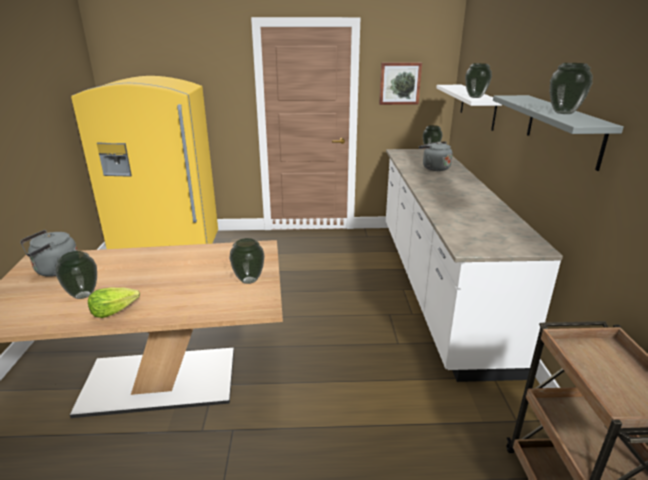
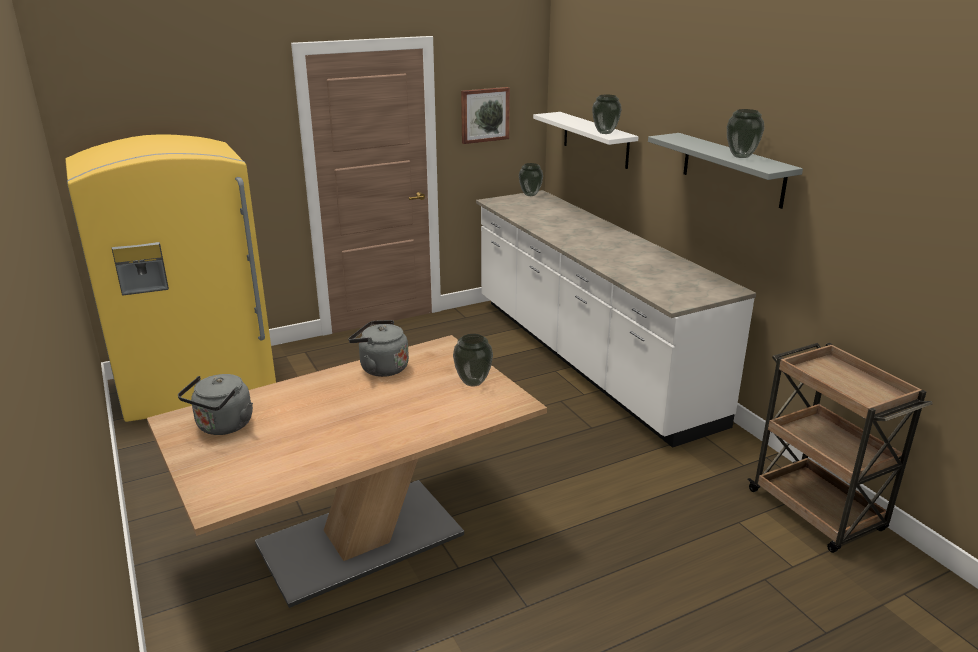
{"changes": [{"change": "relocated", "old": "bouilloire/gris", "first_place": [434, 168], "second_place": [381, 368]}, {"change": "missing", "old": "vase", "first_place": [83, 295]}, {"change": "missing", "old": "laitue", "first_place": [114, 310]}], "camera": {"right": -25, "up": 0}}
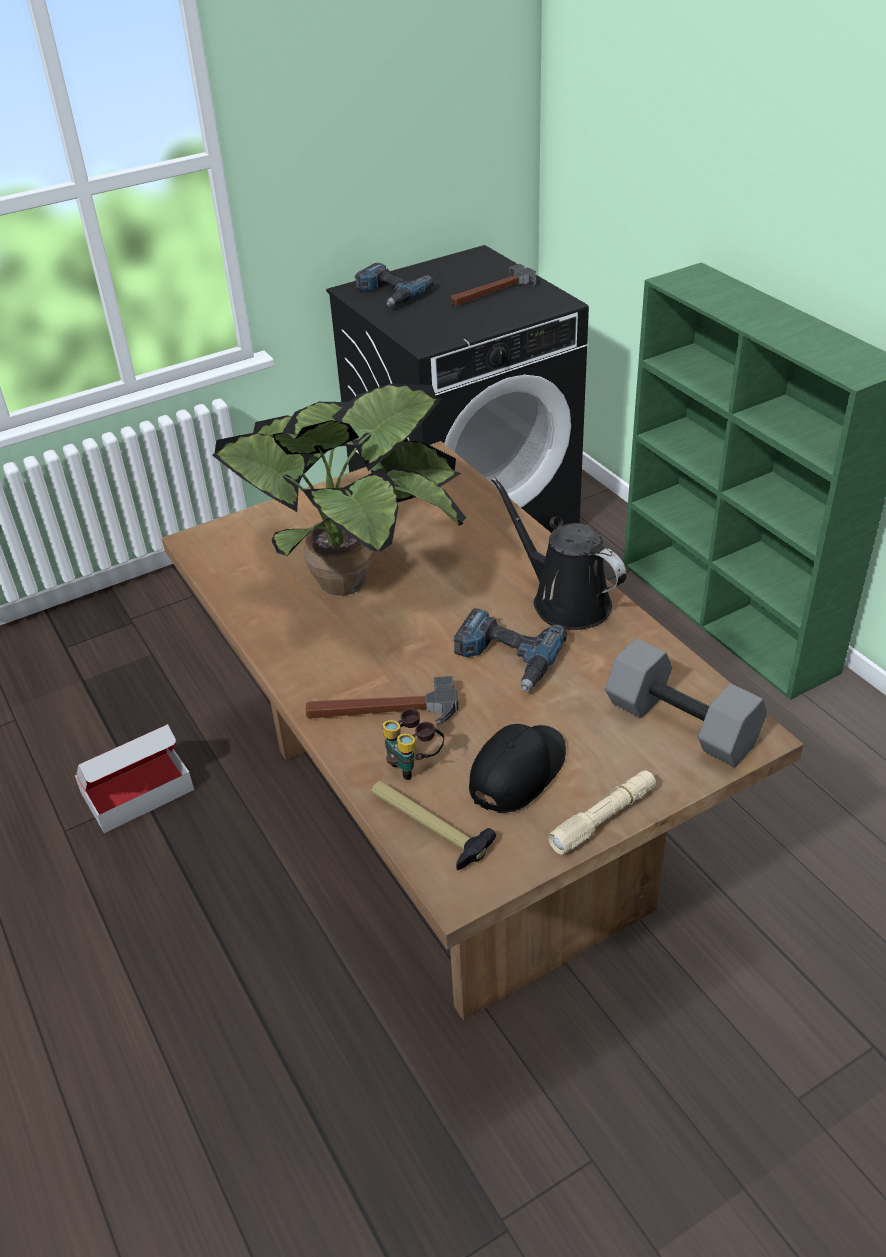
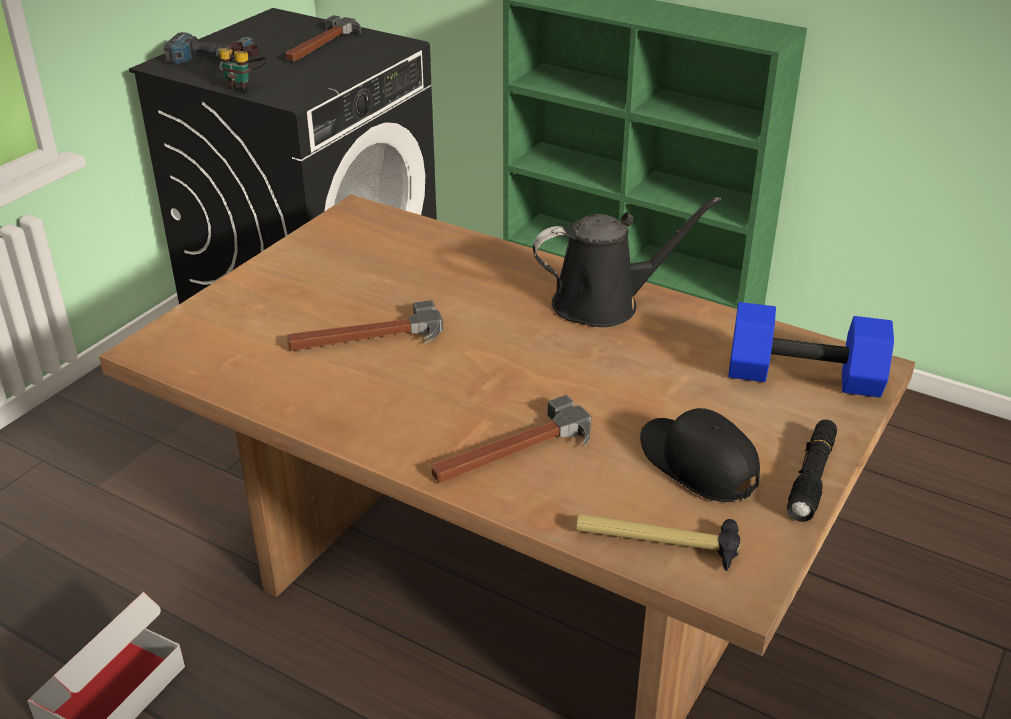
{"changes": [{"change": "relocated", "old": "jumelles", "first_place": [414, 763], "second_place": [245, 86]}, {"change": "exchanged", "old": "plante en pot", "new": "marteau", "first_place": [351, 577], "second_place": [366, 338]}, {"change": "spun", "old": "arrosoir/noir", "first_place": [565, 601], "second_place": [604, 303], "degrees": 150}, {"change": "spun", "old": "casquette/noir", "first_place": [518, 772], "second_place": [697, 463], "degrees": -45}, {"change": "colour", "old": "haltère/gris", "new": "haltère/bleu", "first_place": [684, 723], "second_place": [805, 375]}, {"change": "colour", "old": "lampe de poche/beige", "new": "lampe de poche/noir", "first_place": [603, 818], "second_place": [812, 477]}, {"change": "missing", "old": "perceuse", "first_place": [506, 658]}], "camera": {"right": -30, "up": -5}}
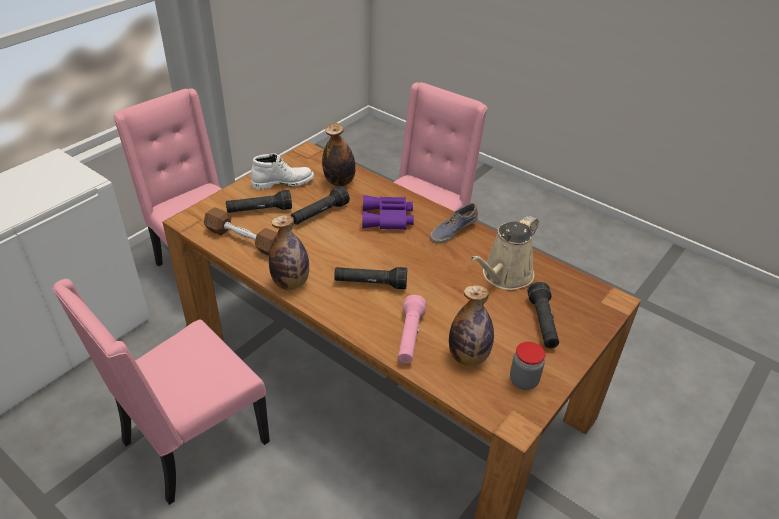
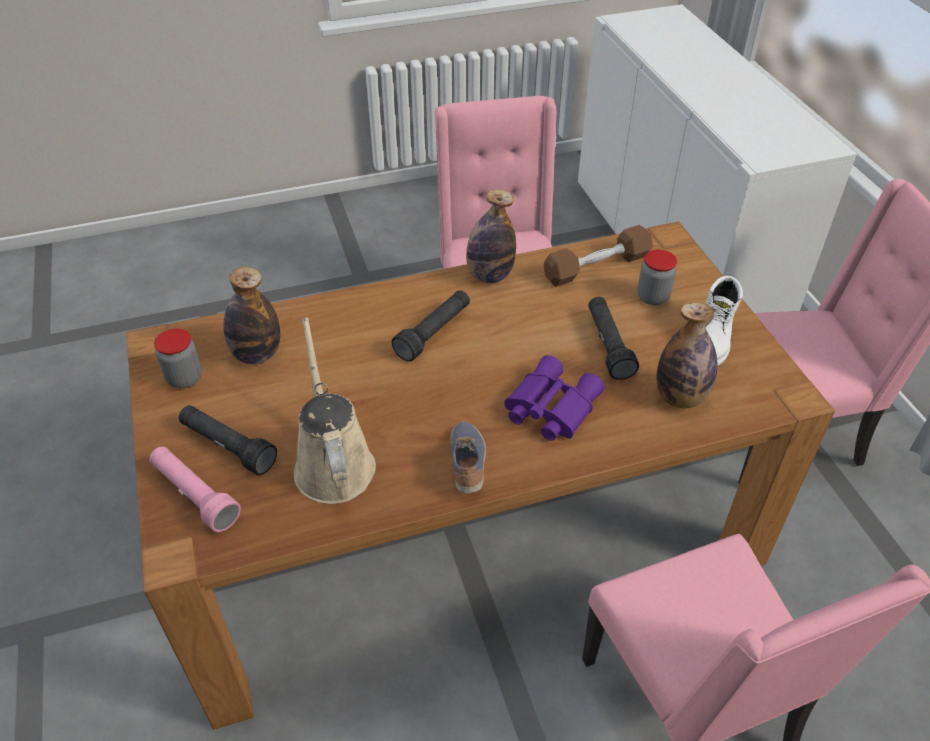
{"changes": [{"change": "relocated", "old": "lampe de poche/rose", "first_place": [409, 337], "second_place": [195, 495]}, {"change": "exchanged", "old": "lampe de poche/noir", "new": "bocal", "first_place": [259, 210], "second_place": [653, 297]}], "camera": {"right": 125, "up": 5}}
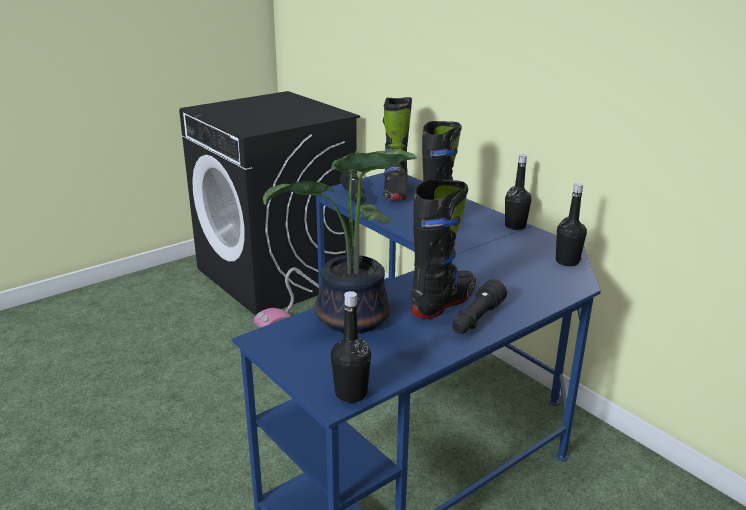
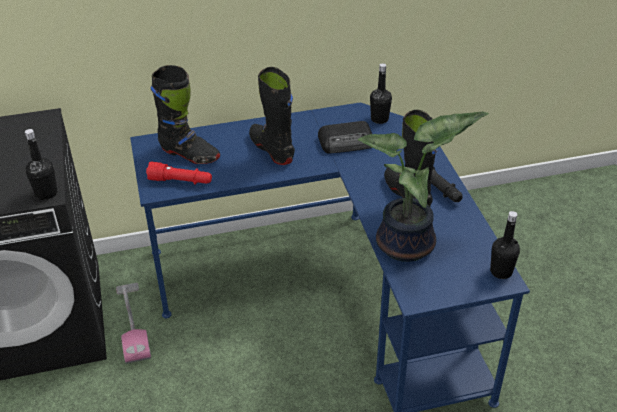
{"changes": [{"change": "relocated", "old": "bouteille/noir", "first_place": [515, 226], "second_place": [46, 193]}, {"change": "colour", "old": "lampe de poche/noir", "new": "lampe de poche/rouge", "first_place": [354, 197], "second_place": [180, 181]}, {"change": "appeared", "new": "radio", "second_place": [347, 142]}], "camera": {"right": -65, "up": 15}}
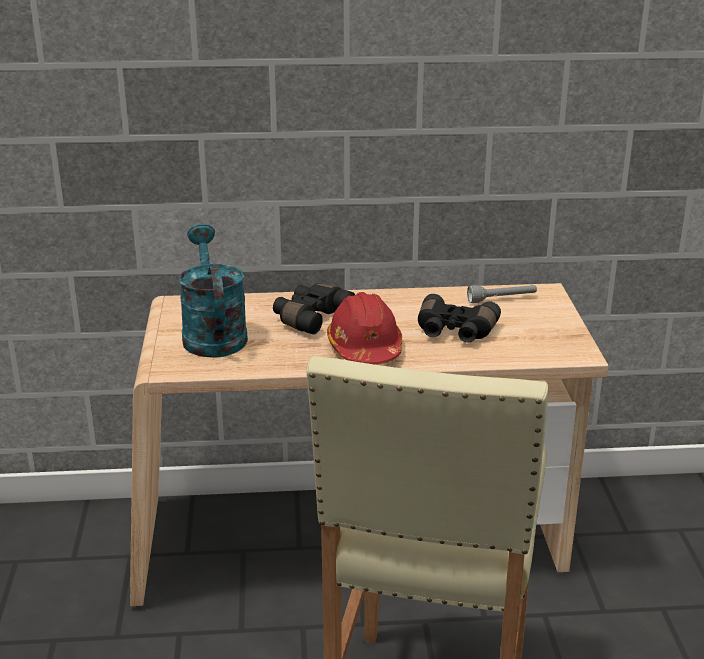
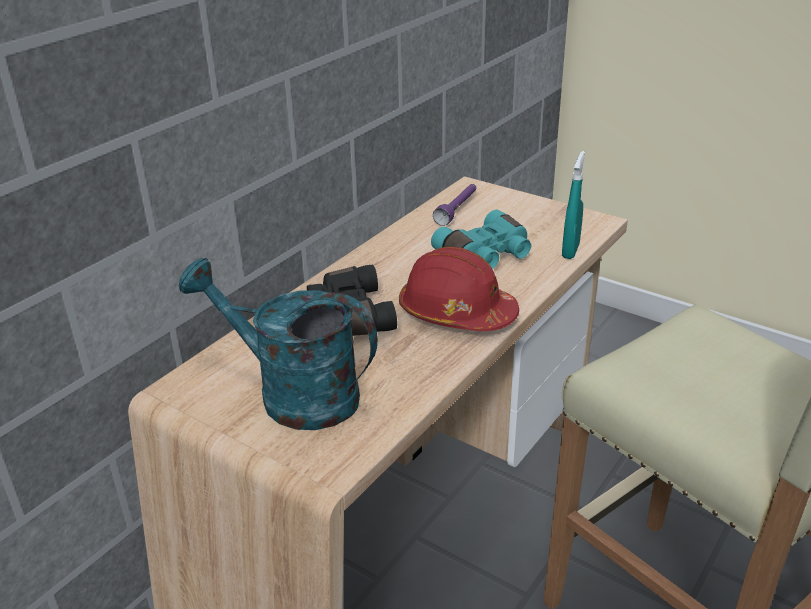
{"changes": [{"change": "colour", "old": "jumelles/noir", "new": "jumelles/turquoise", "first_place": [454, 332], "second_place": [486, 256]}, {"change": "colour", "old": "lampe de poche/gris", "new": "lampe de poche/violet", "first_place": [502, 299], "second_place": [457, 210]}, {"change": "appeared", "new": "vaporisateur/turquoise", "second_place": [570, 251]}], "camera": {"right": -50, "up": 5}}
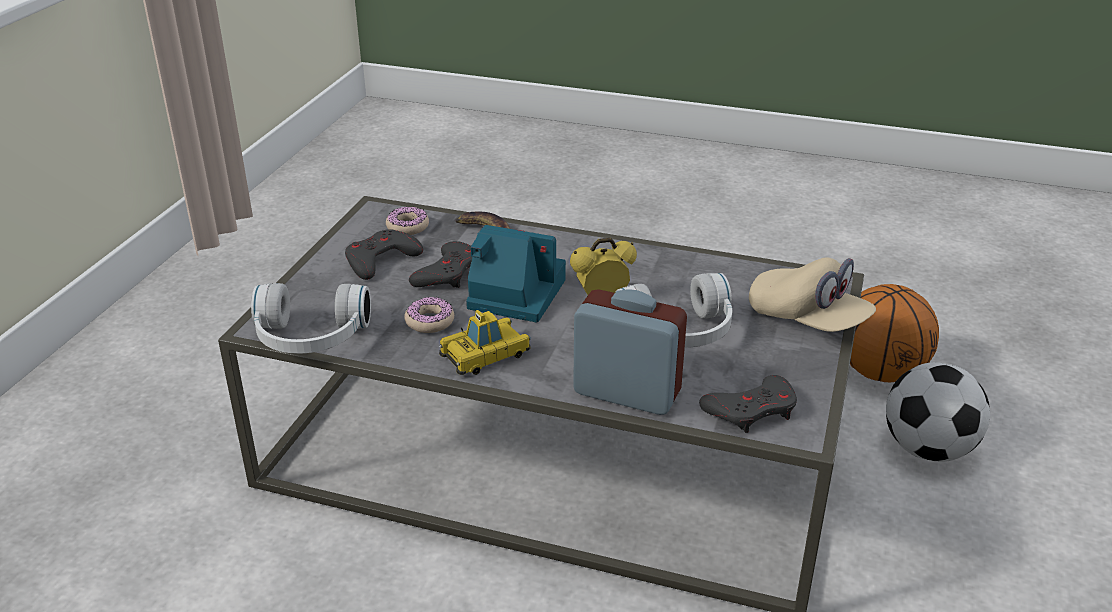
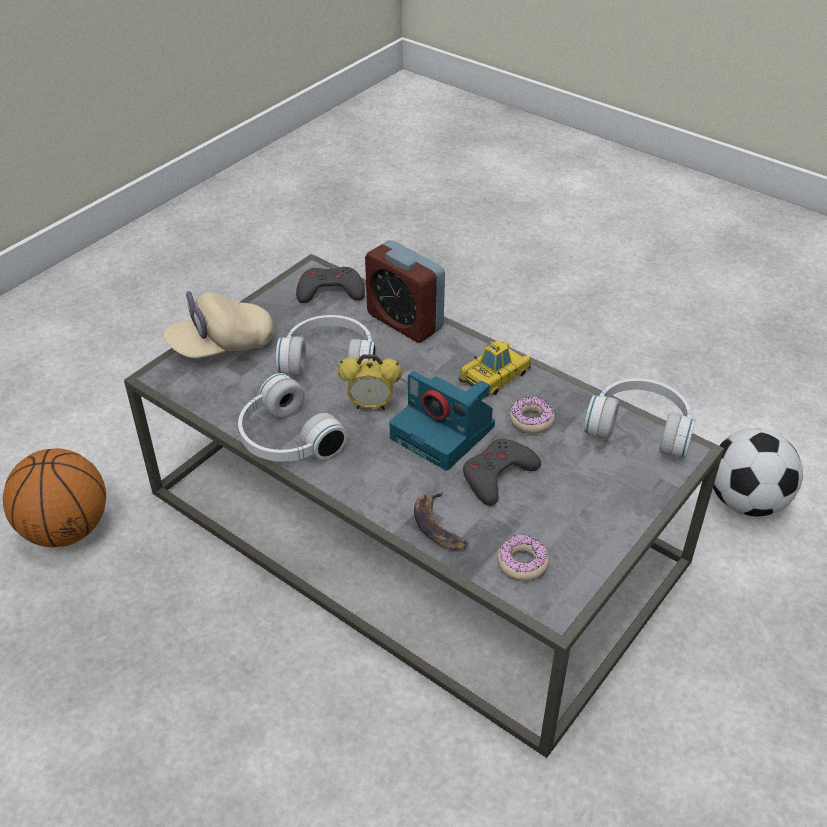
{"changes": [{"change": "spun", "old": "casquette/beige", "first_place": [807, 320], "second_place": [222, 346], "degrees": -90}, {"change": "appeared", "new": "casque audio/blanc", "second_place": [285, 440]}, {"change": "spun", "old": "petite voiture", "first_place": [485, 354], "second_place": [495, 375], "degrees": 150}, {"change": "relocated", "old": "ballon de foot", "first_place": [927, 449], "second_place": [746, 502]}, {"change": "missing", "old": "manette/gris", "first_place": [381, 260]}], "camera": {"right": -160, "up": 10}}
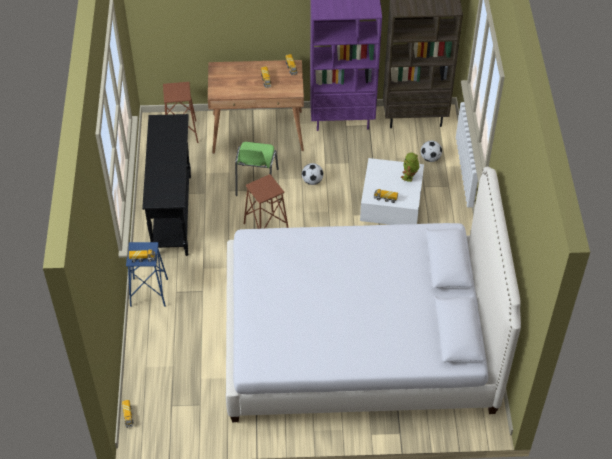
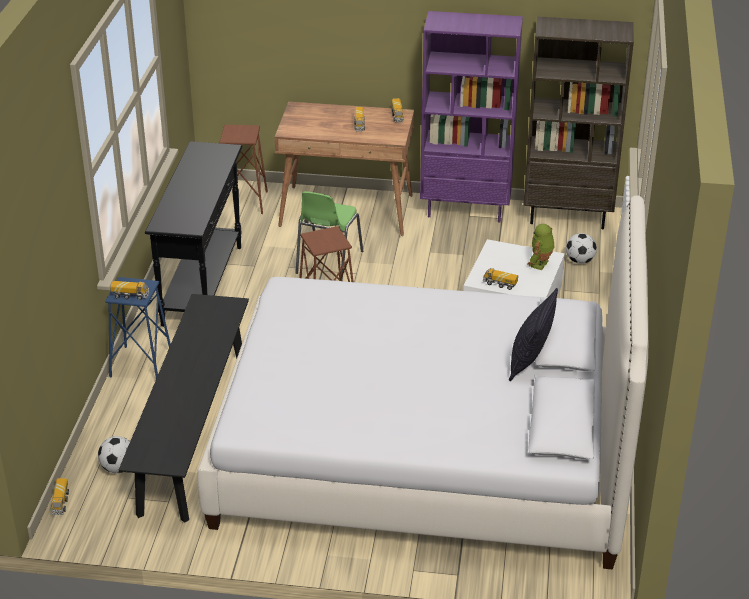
{"changes": [{"change": "relocated", "old": "ballon de foot", "first_place": [312, 181], "second_place": [118, 468]}, {"change": "appeared", "new": "banc/noir", "second_place": [193, 432]}, {"change": "appeared", "new": "coussin", "second_place": [530, 362]}], "camera": {"right": 10, "up": -15}}
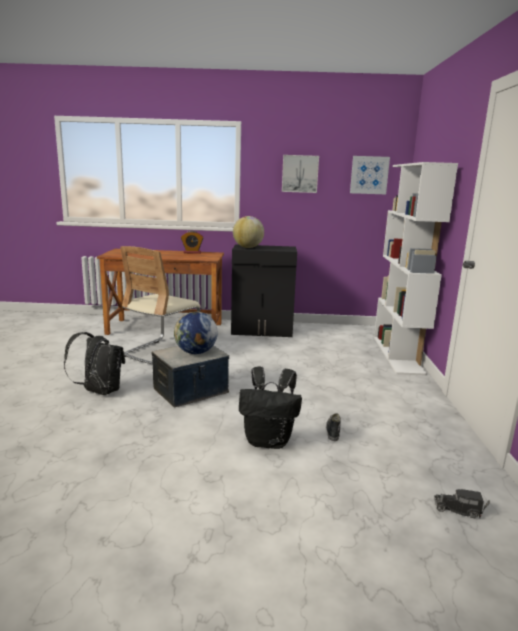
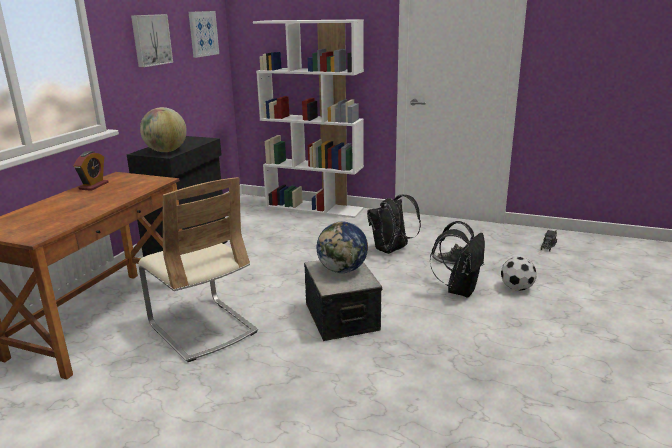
{"changes": [{"change": "relocated", "old": "sac à dos/noir", "first_place": [99, 392], "second_place": [391, 250]}, {"change": "appeared", "new": "ballon de foot", "second_place": [517, 288]}], "camera": {"right": -70, "up": 5}}
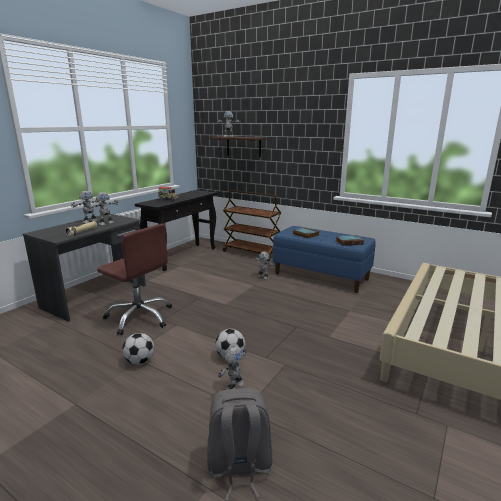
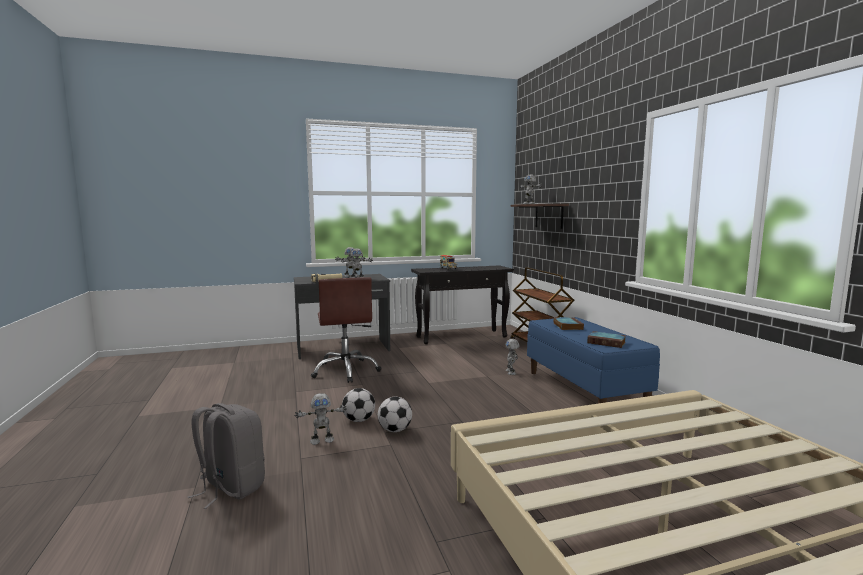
{"changes": [{"change": "relocated", "old": "ballon de foot", "first_place": [140, 361], "second_place": [395, 430]}], "camera": {"right": 40, "up": -10}}
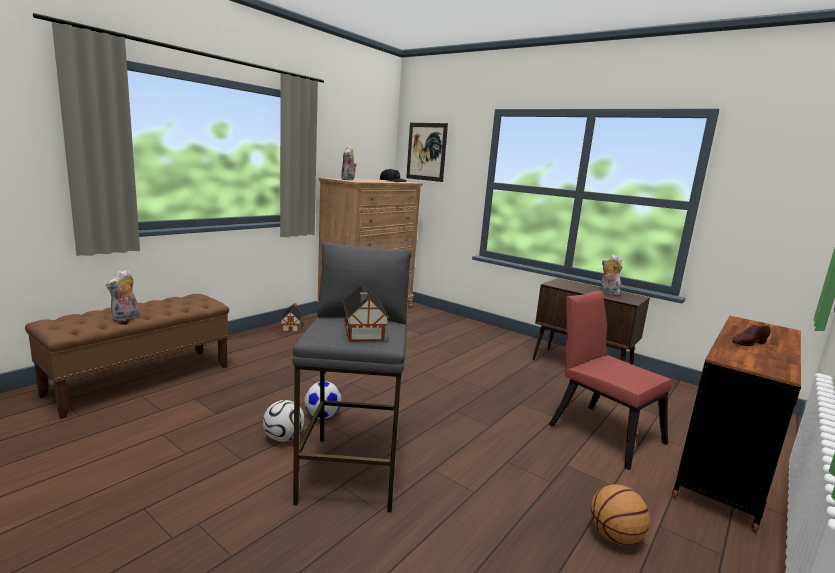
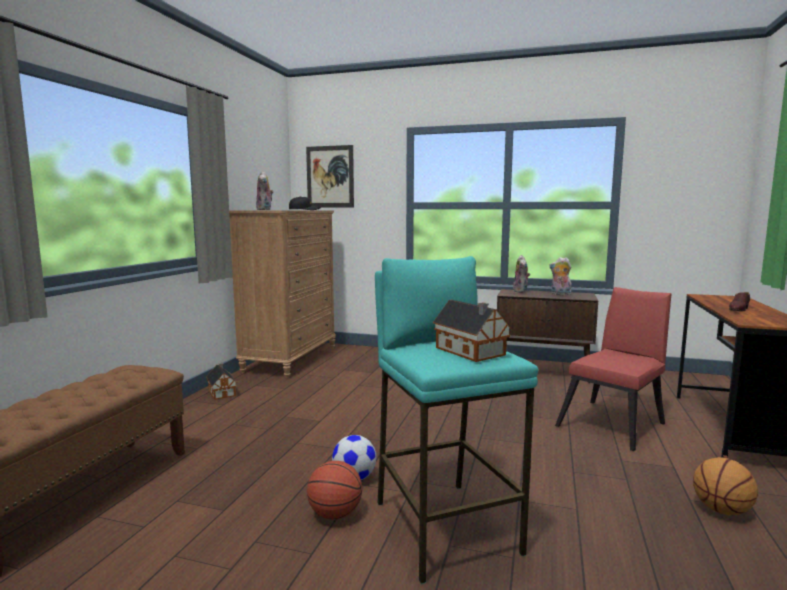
{"changes": [{"change": "exchanged", "old": "ballon de foot", "new": "ballon de basket", "first_place": [283, 438], "second_place": [335, 514]}, {"change": "colour", "old": "tabouret/gris", "new": "tabouret/turquoise", "first_place": [351, 471], "second_place": [444, 526]}, {"change": "relocated", "old": "peluche", "first_place": [125, 318], "second_place": [521, 291]}, {"change": "spun", "old": "chaise/rouge", "first_place": [601, 431], "second_place": [615, 423], "degrees": 105}], "camera": {"right": -20, "up": -5}}
